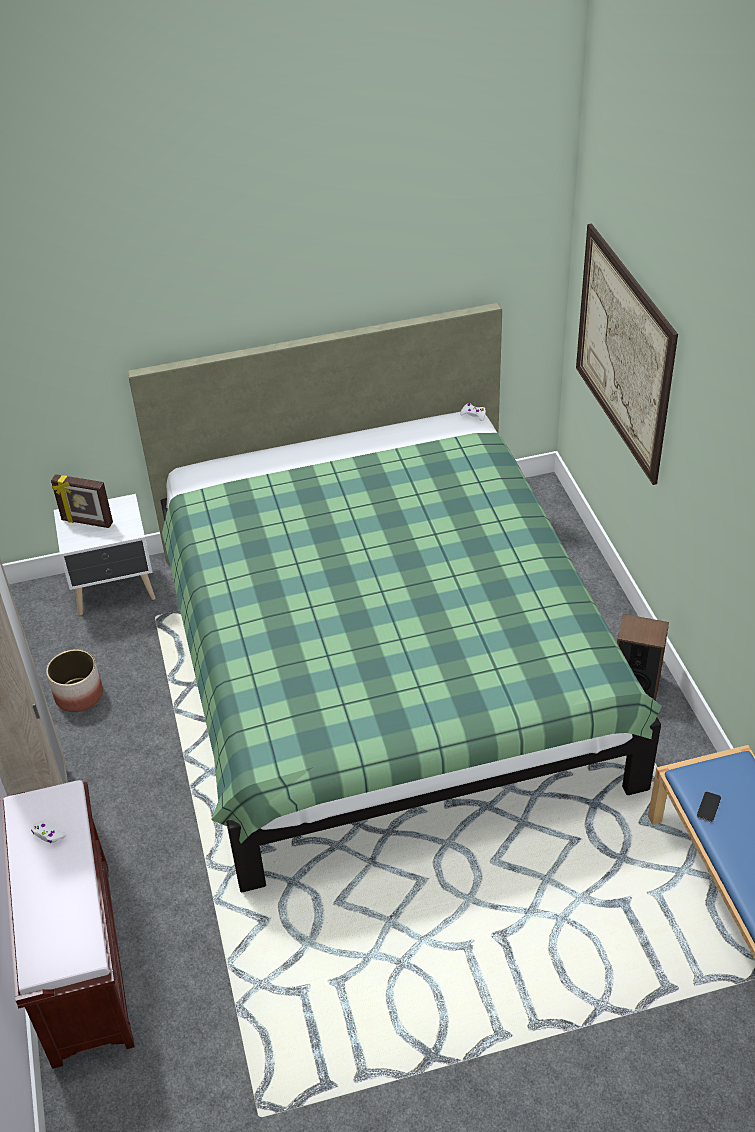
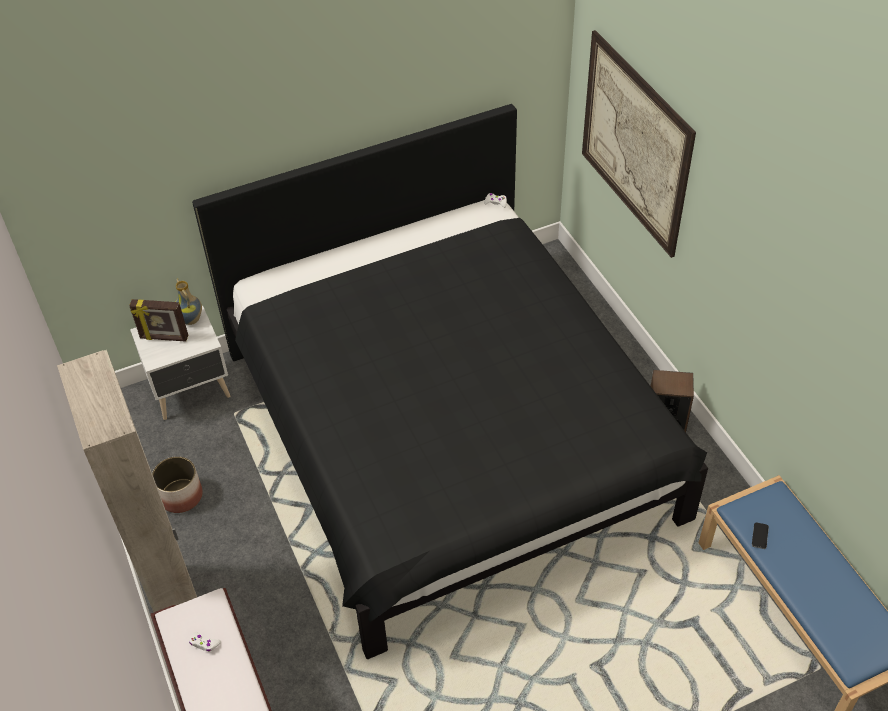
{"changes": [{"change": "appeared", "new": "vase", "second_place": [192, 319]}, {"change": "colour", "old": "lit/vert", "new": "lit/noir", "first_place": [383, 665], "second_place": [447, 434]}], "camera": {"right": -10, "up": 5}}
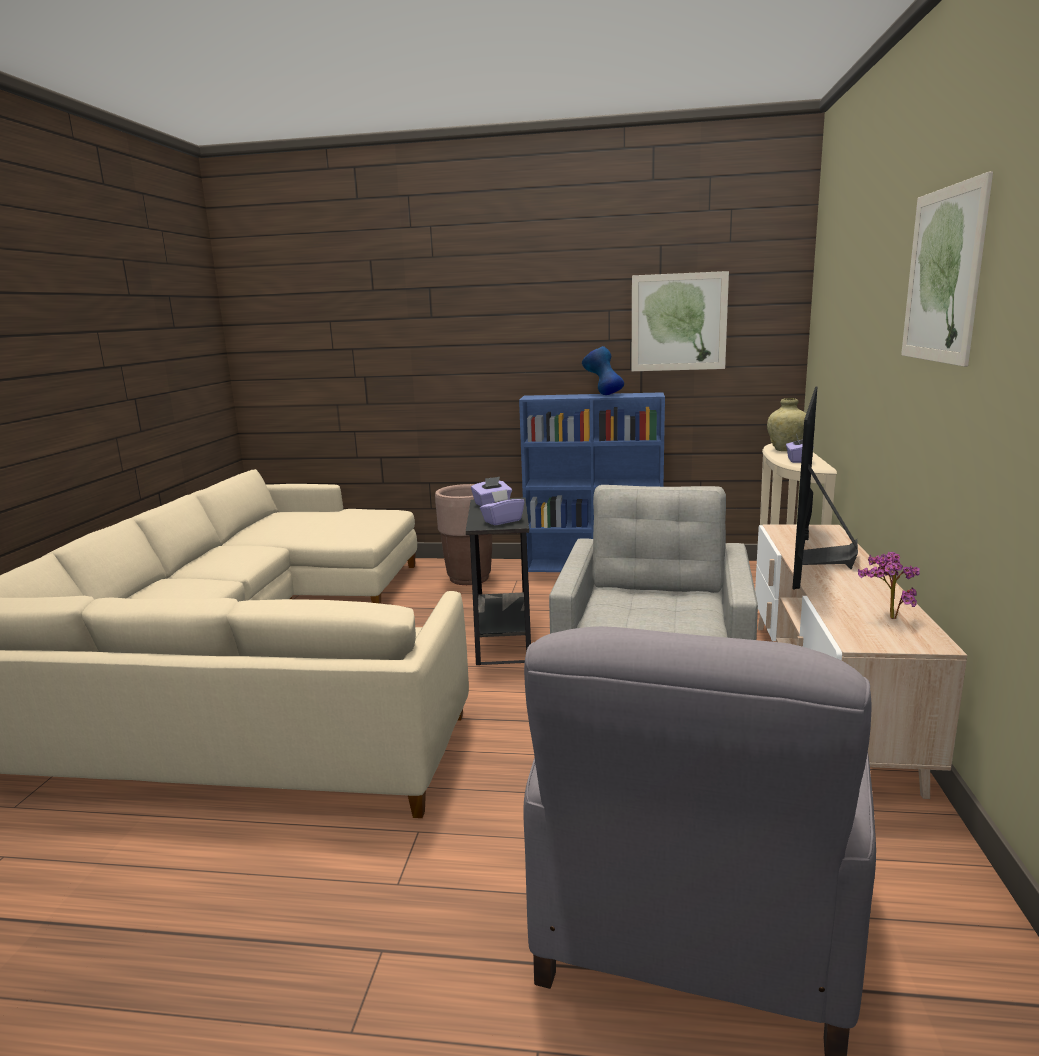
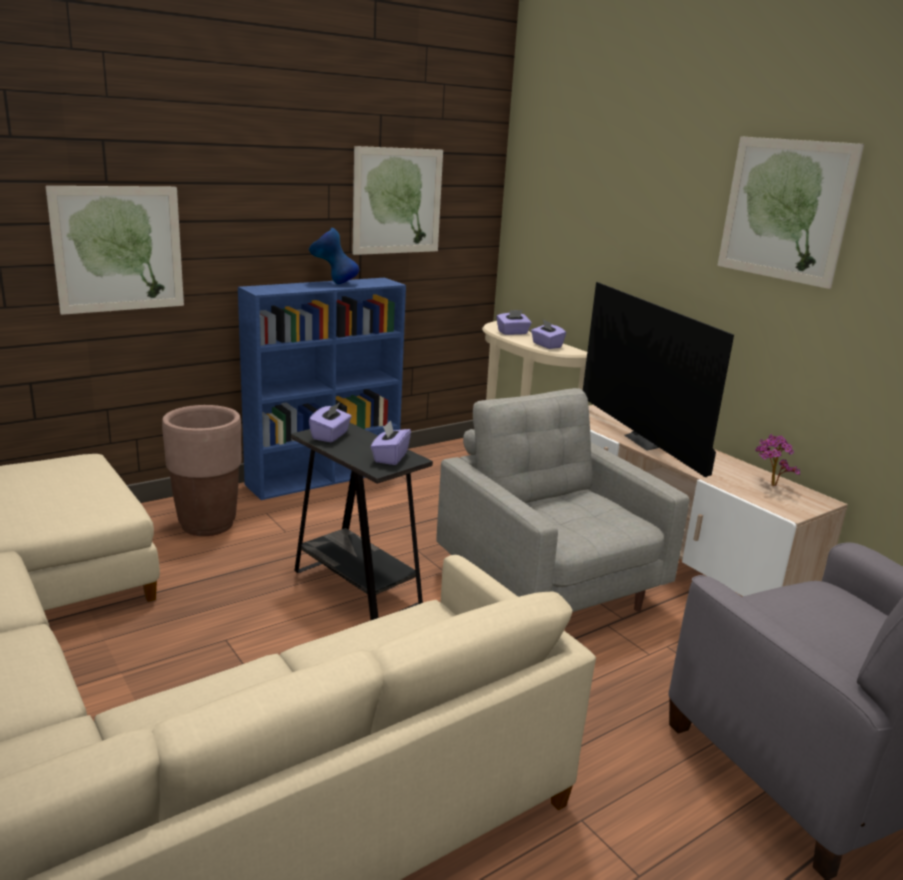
{"changes": [{"change": "appeared", "new": "tableau", "second_place": [118, 249]}, {"change": "exchanged", "old": "vase/beige", "new": "boîte à mouchoirs/violet", "first_place": [786, 449], "second_place": [513, 333]}], "camera": {"right": -45, "up": 5}}
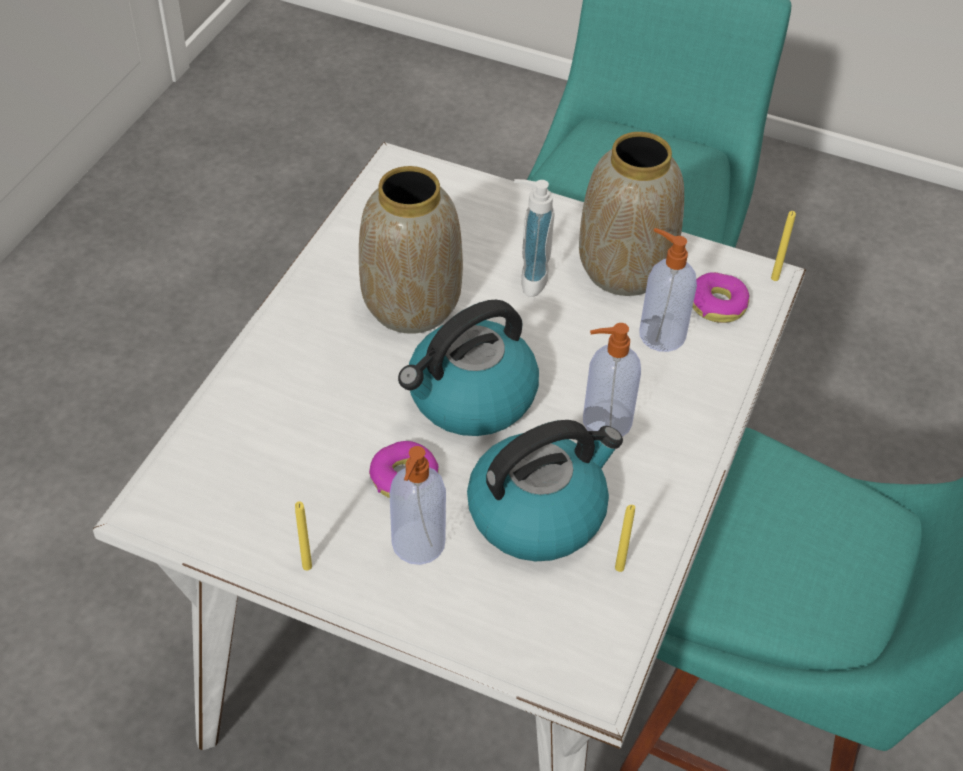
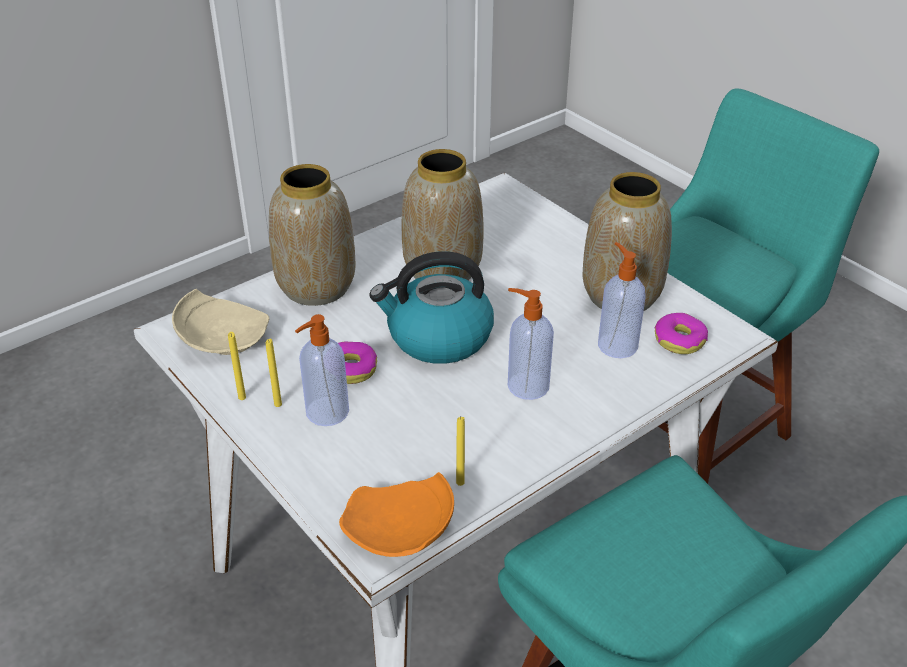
{"changes": [{"change": "appeared", "new": "assiette/beige", "second_place": [222, 338]}, {"change": "relocated", "old": "bougie/jaune", "first_place": [775, 278], "second_place": [278, 404]}, {"change": "appeared", "new": "vase", "second_place": [316, 287]}, {"change": "appeared", "new": "assiette/orange", "second_place": [400, 532]}, {"change": "missing", "old": "bouilloire", "first_place": [538, 512]}, {"change": "missing", "old": "distributeur de savon", "first_place": [528, 278]}], "camera": {"right": 30, "up": -10}}
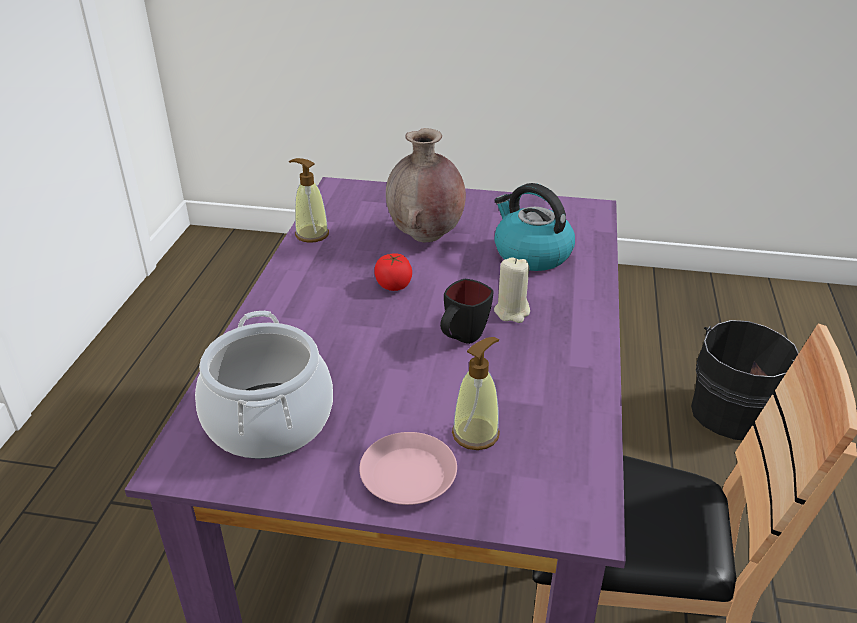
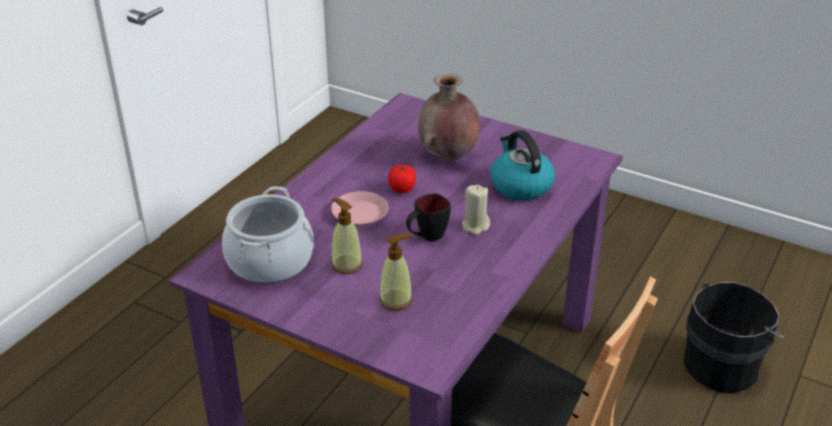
{"changes": [{"change": "relocated", "old": "assiette/rose", "first_place": [408, 475], "second_place": [359, 213]}, {"change": "relocated", "old": "distributeur de savon", "first_place": [311, 234], "second_place": [346, 264]}], "camera": {"right": 20, "up": 0}}
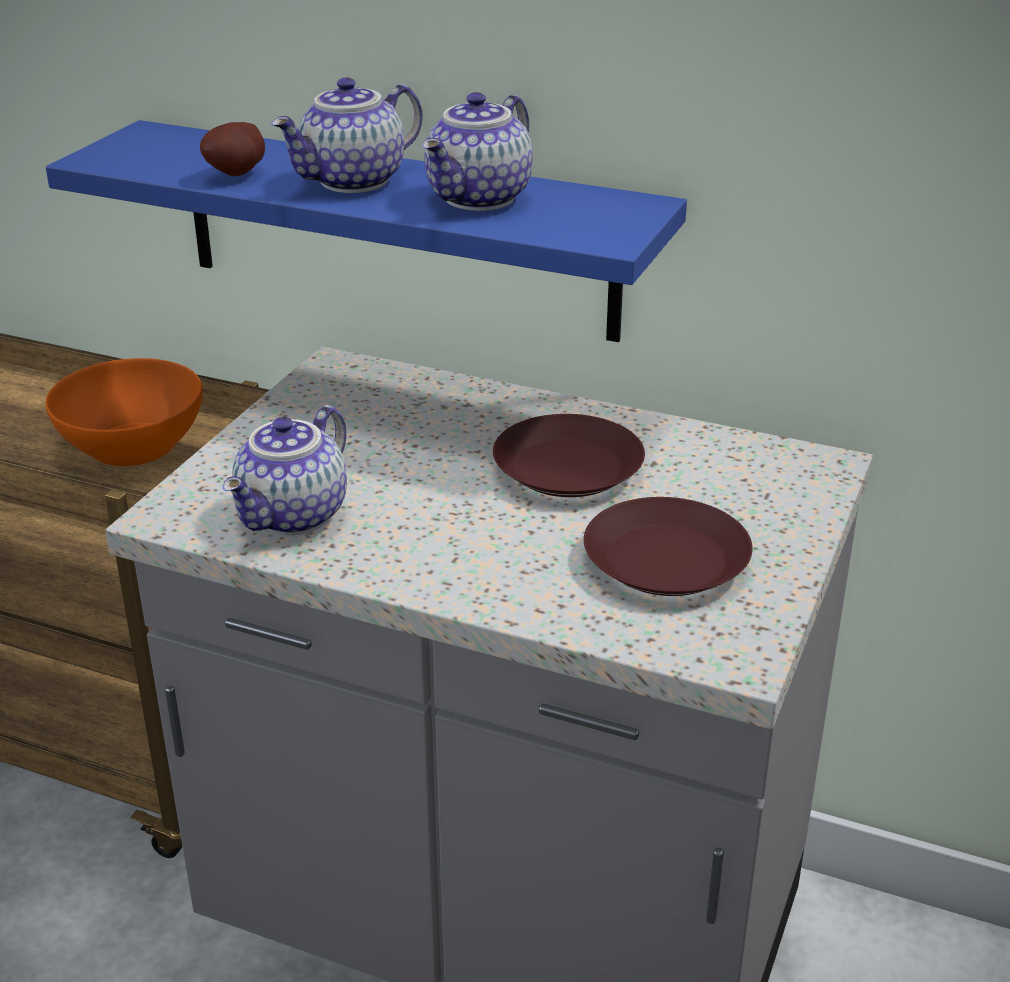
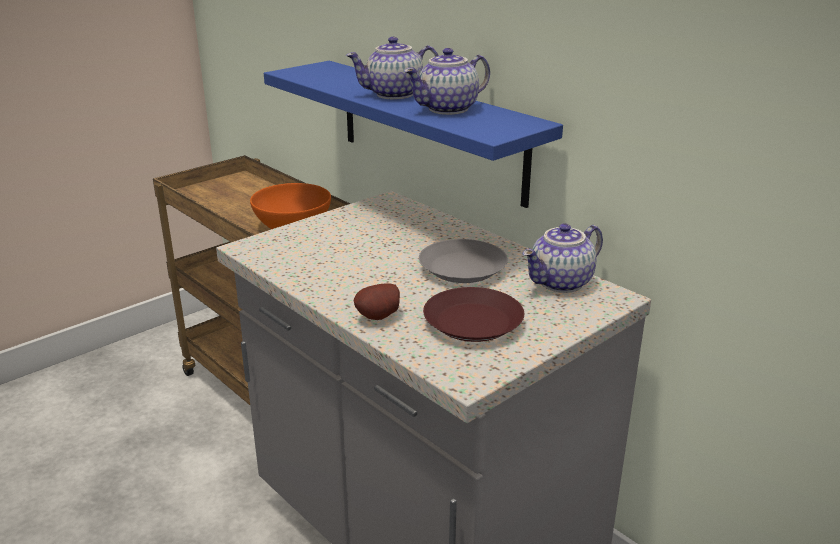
{"changes": [{"change": "relocated", "old": "pomme de terre", "first_place": [239, 174], "second_place": [380, 317]}, {"change": "colour", "old": "assiette/marron", "new": "assiette/gris", "first_place": [566, 468], "second_place": [461, 268]}, {"change": "relocated", "old": "théière", "first_place": [294, 517], "second_place": [561, 283]}], "camera": {"right": 25, "up": -5}}
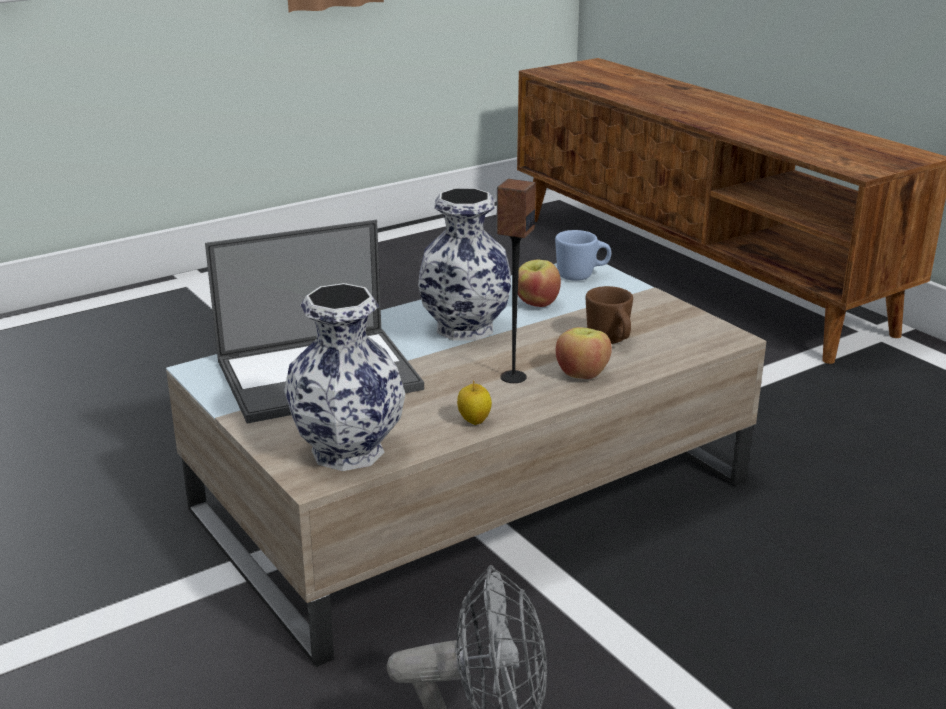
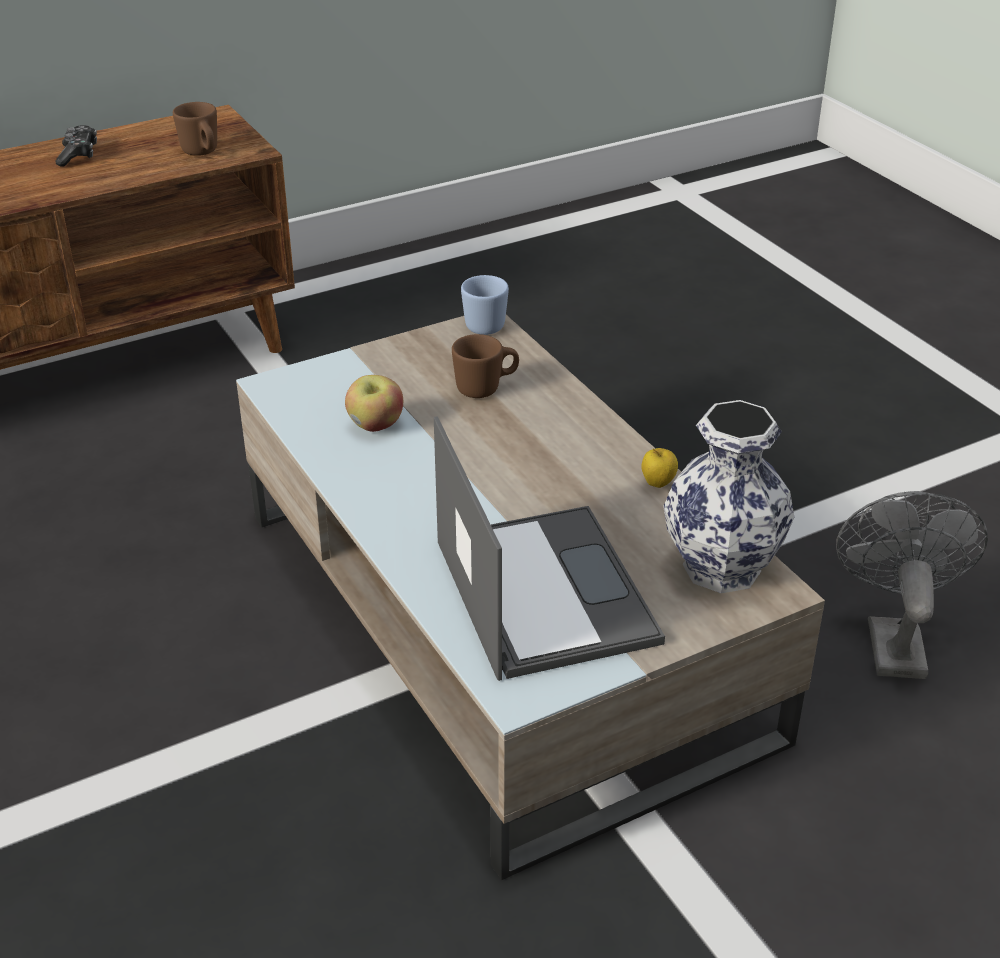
{"changes": [{"change": "appeared", "new": "manette", "second_place": [78, 155]}, {"change": "appeared", "new": "mug/marron", "second_place": [202, 153]}, {"change": "relocated", "old": "mug/bleu", "first_place": [582, 276], "second_place": [485, 323]}, {"change": "missing", "old": "vase", "first_place": [464, 327]}, {"change": "missing", "old": "enceinte", "first_place": [512, 377]}, {"change": "missing", "old": "pomme", "first_place": [582, 374]}], "camera": {"right": -85, "up": 10}}
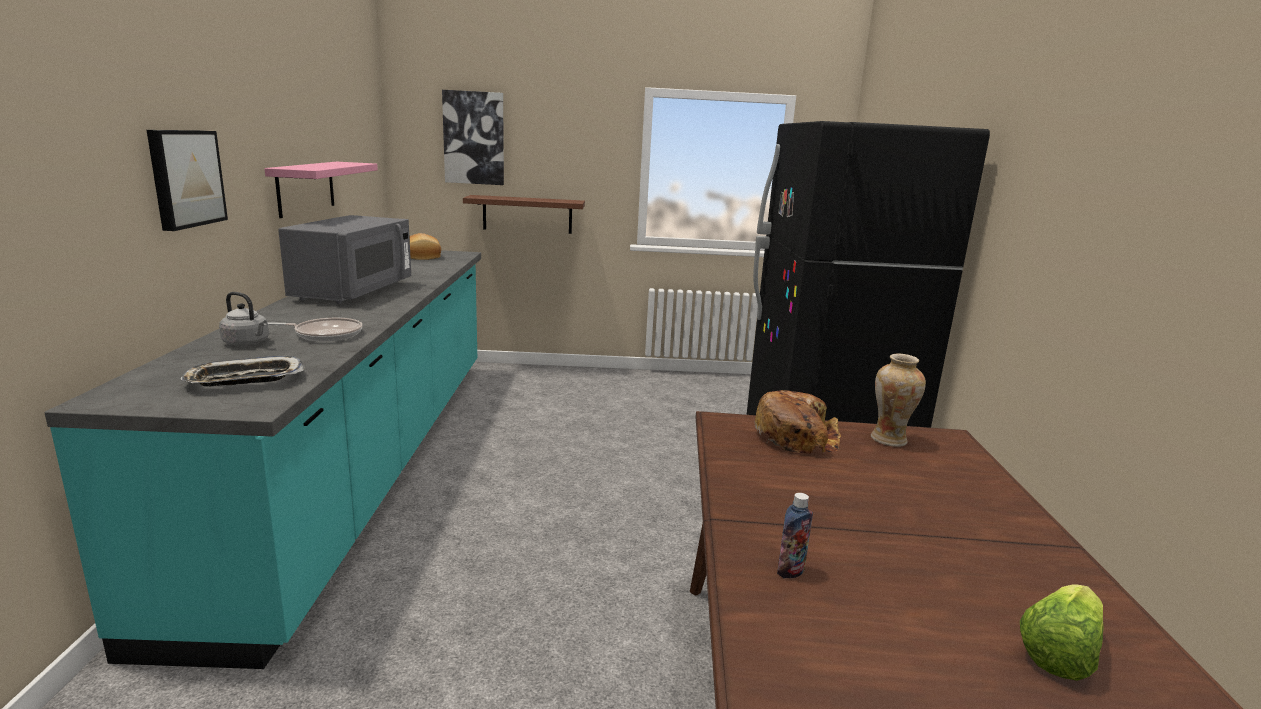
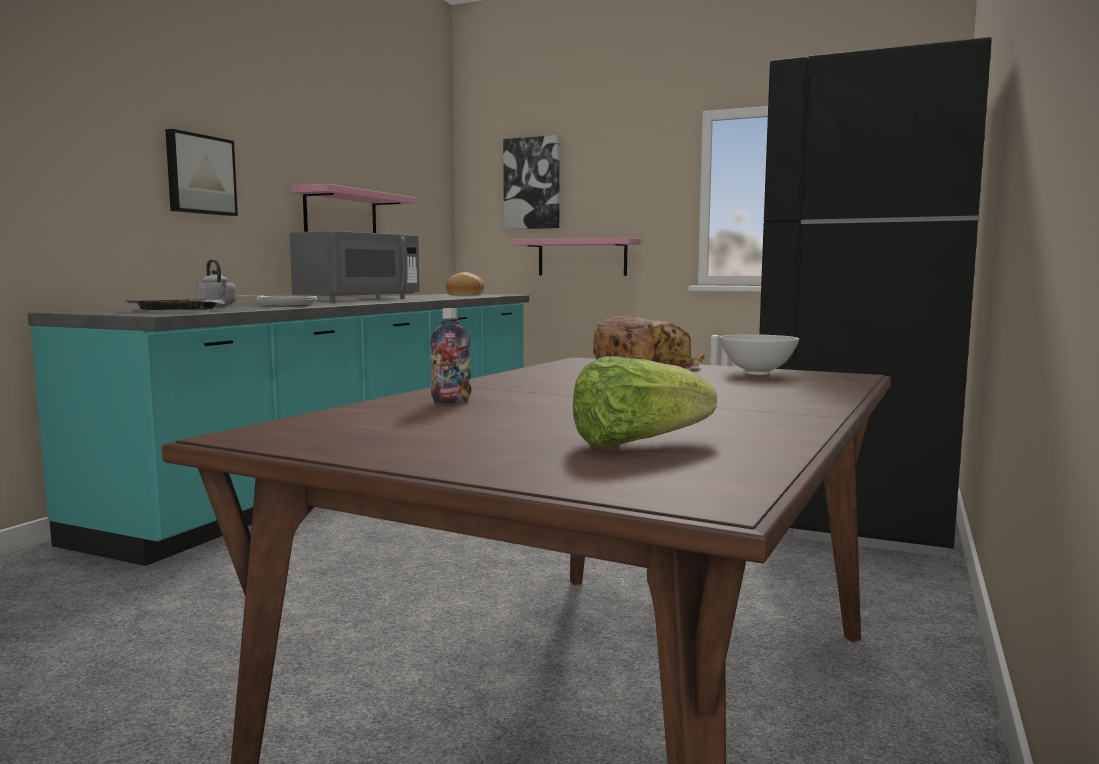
{"changes": [{"change": "colour", "old": "étagère/marron", "new": "étagère/rose", "first_place": [527, 214], "second_place": [582, 257]}, {"change": "exchanged", "old": "vase", "new": "bol/blanc", "first_place": [889, 440], "second_place": [758, 373]}], "camera": {"right": 25, "up": -10}}
